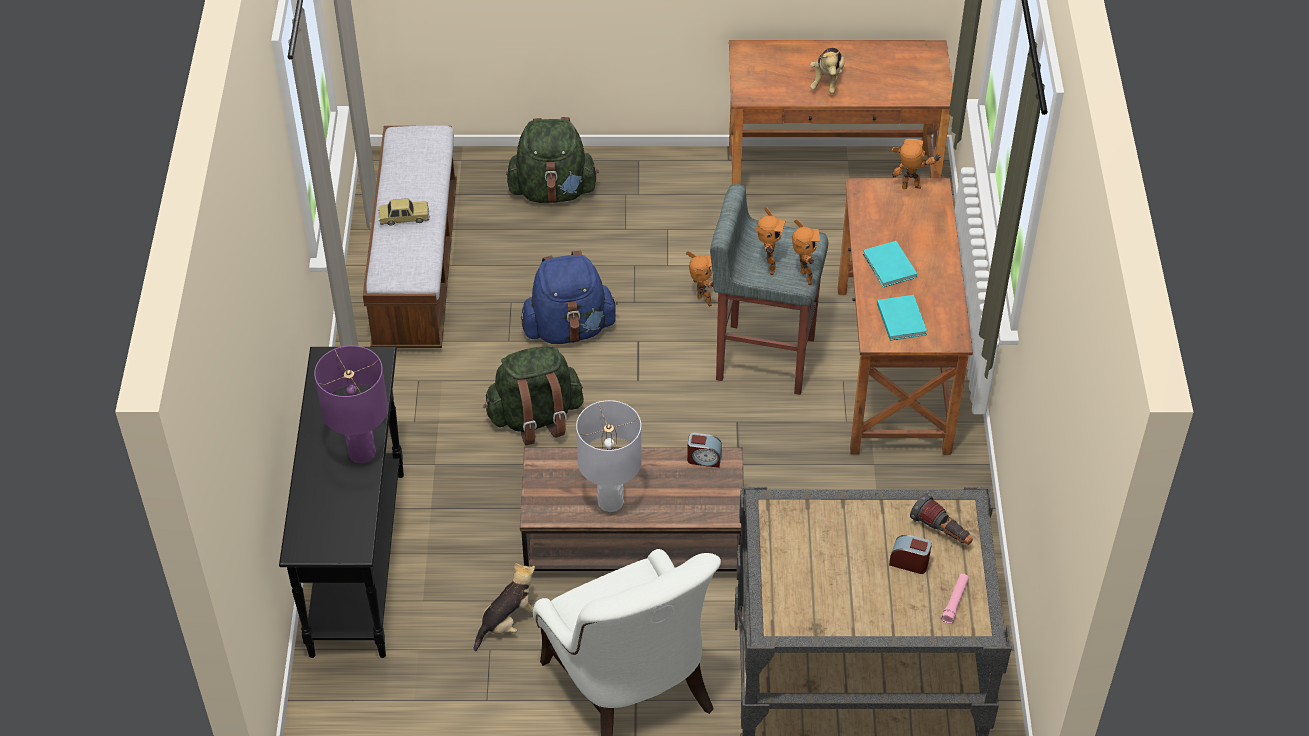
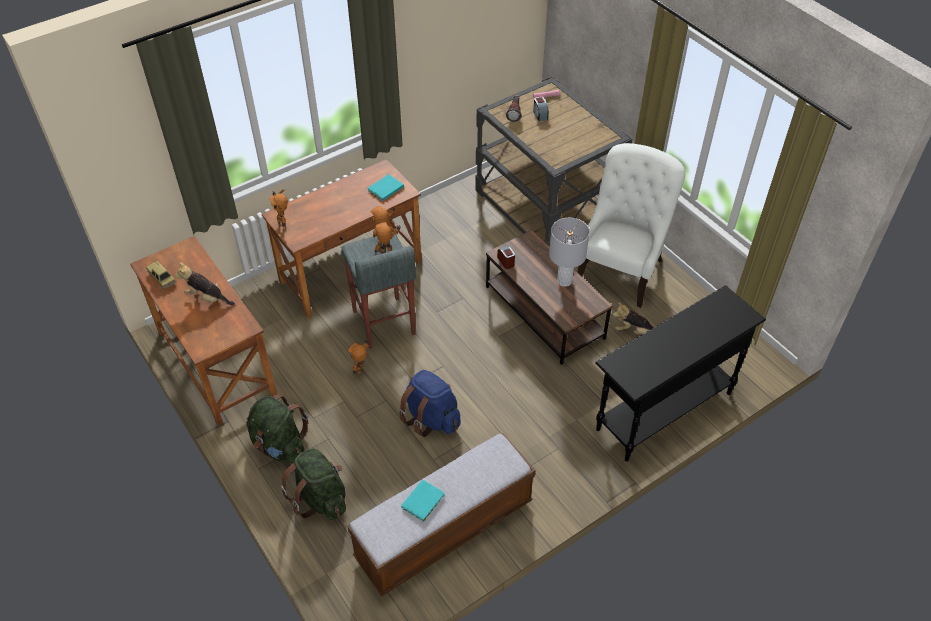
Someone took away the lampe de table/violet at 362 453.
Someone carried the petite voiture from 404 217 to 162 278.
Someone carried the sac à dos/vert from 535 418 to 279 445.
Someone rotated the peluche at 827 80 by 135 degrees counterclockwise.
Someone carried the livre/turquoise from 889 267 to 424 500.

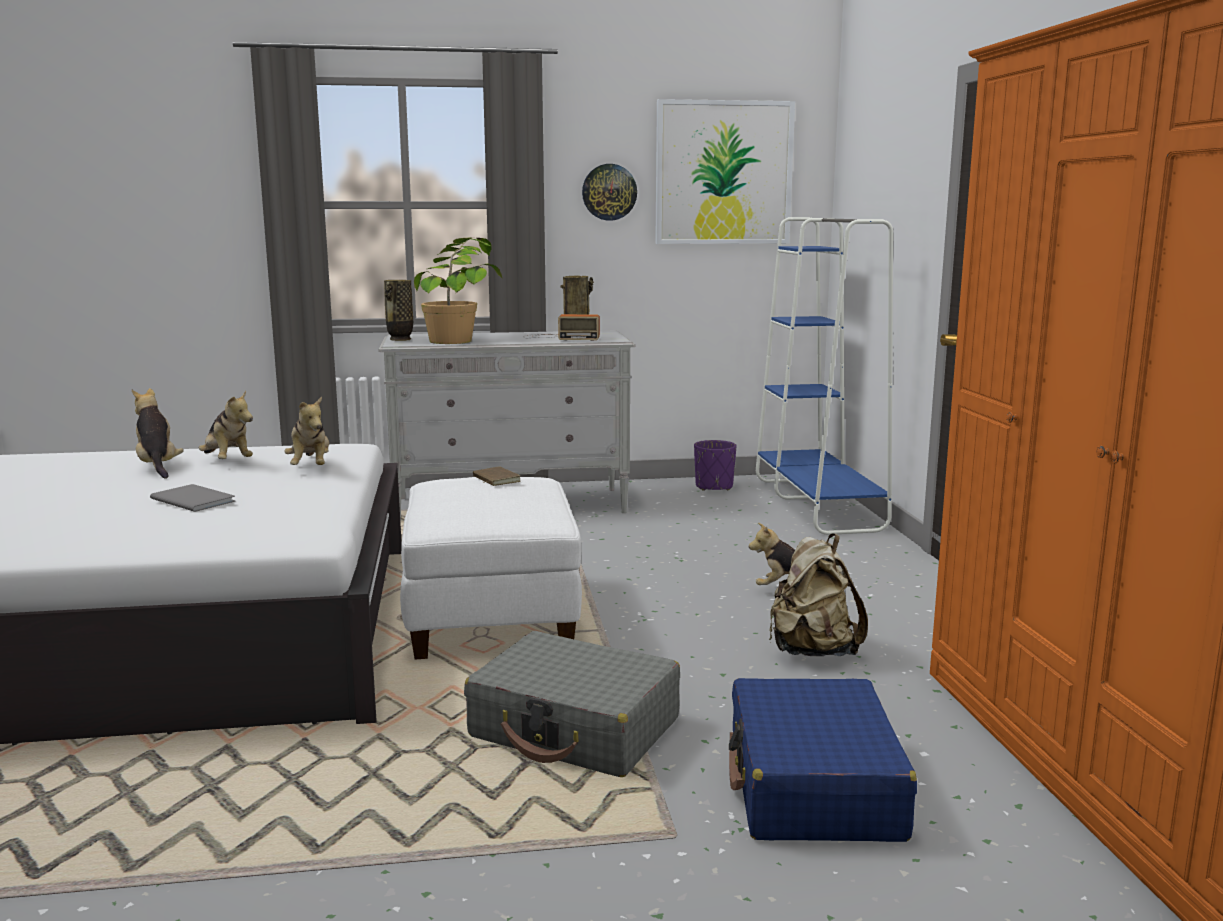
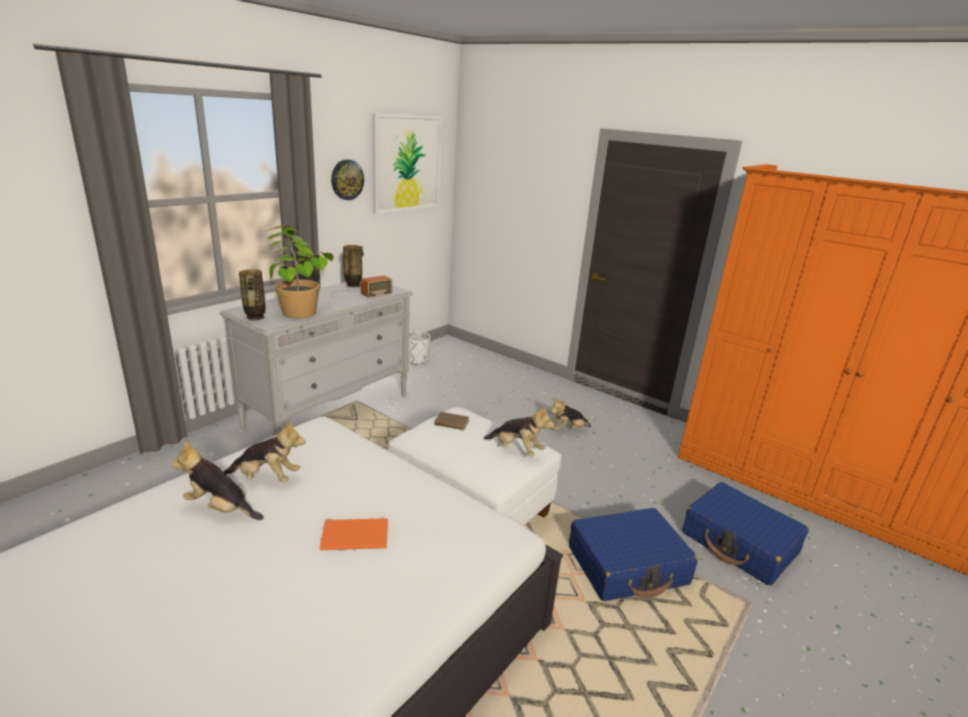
Someone repainted the livre/gris at 194 499, which became the livre/orange at 353 534.
Someone carried the peluche from 311 467 to 516 450.
Someone repainted the valise/gris at 575 728, which became the valise/bleu at 628 566.
Someone repainted the cache-pot/violet at 714 487, which became the cache-pot/blanc at 417 360.
Someone took away the portant/bleu at 817 505.
Someone took away the sac à dos/beige at 812 651.

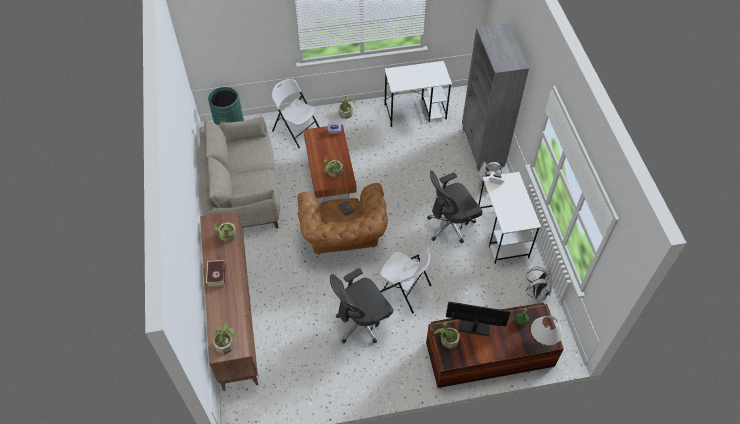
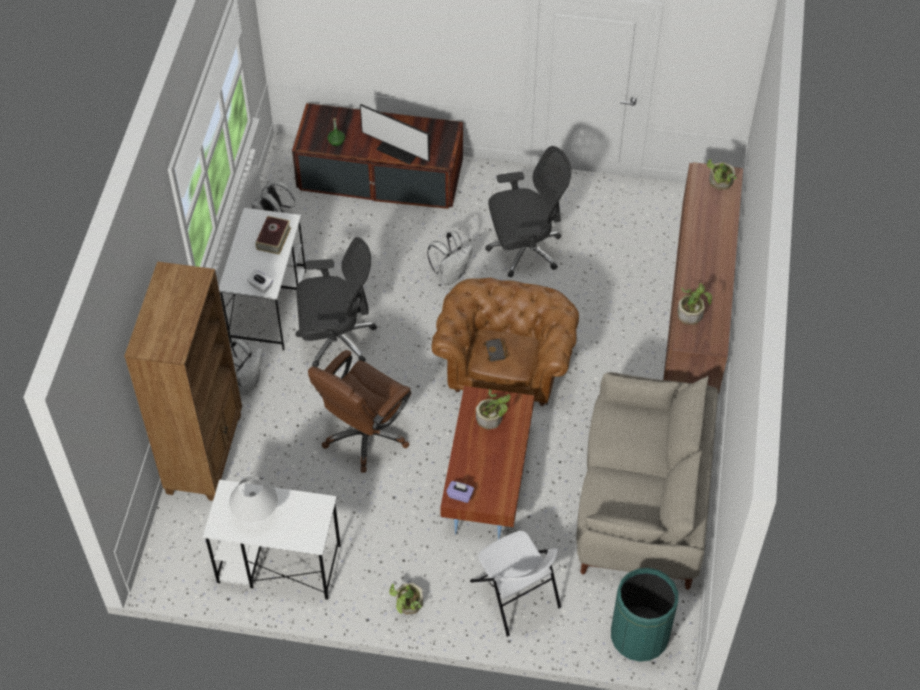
Someone carried the livre from 216 275 to 273 238.
Someone swapped the chaise/blanc at 403 289 for the sac à dos/blanc at 450 275.
Someone took away the plante en pot at 447 340.
Someone repainted the bibliothèque/gris at 482 147, which became the bibliothèque/marron at 205 453.
Someone carried the lampe de table/blanc from 543 338 to 256 513.
Someone put down the chaise de bureau/marron at 366 435.

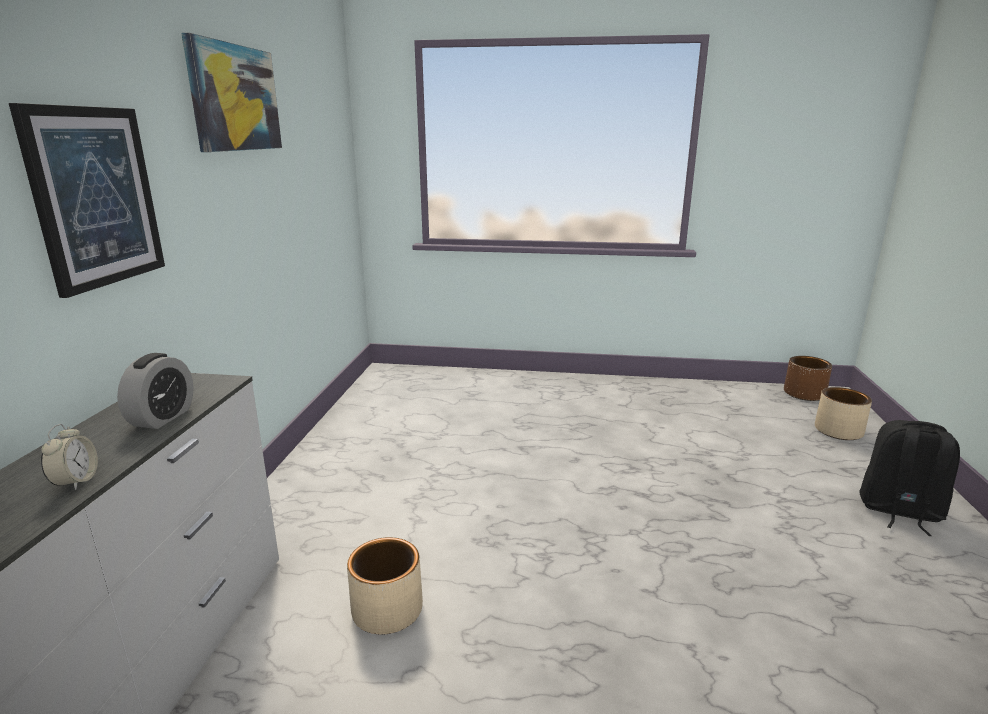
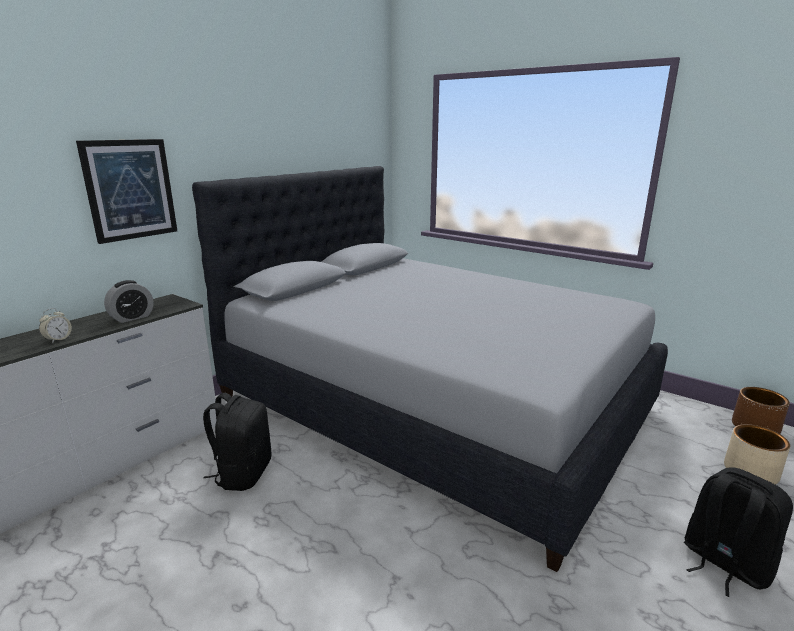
Someone took away the tableau at 235 98.
Someone swapped the cache-pot/beige at 386 609 for the sac à dos/noir at 243 473.
Someone put down the lit/gris at 432 402.

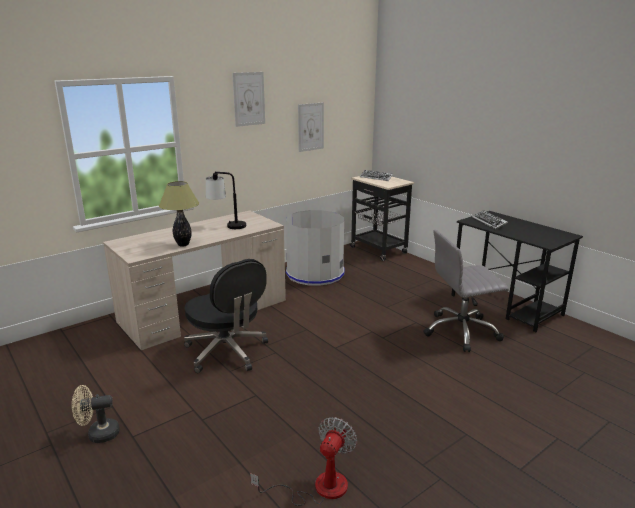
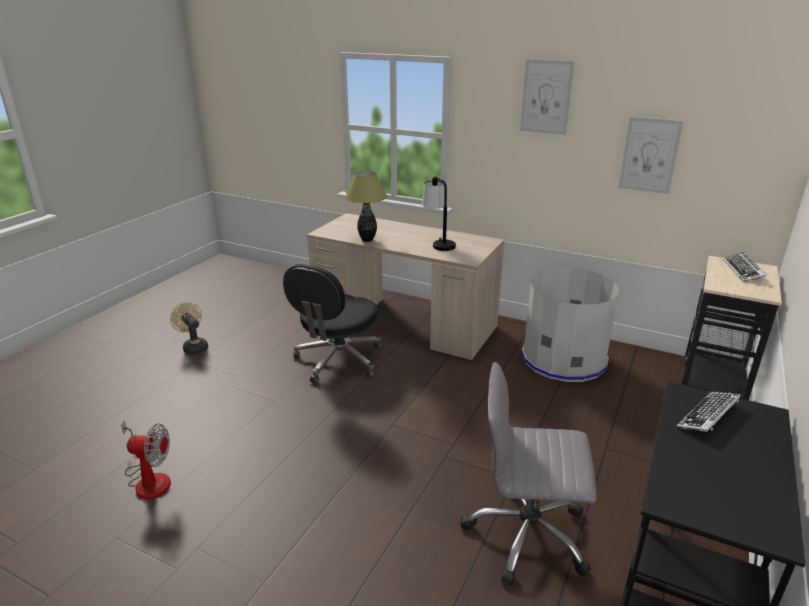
Someone rotated the chaise de bureau/gris at 461 332 by 45 degrees counterclockwise.

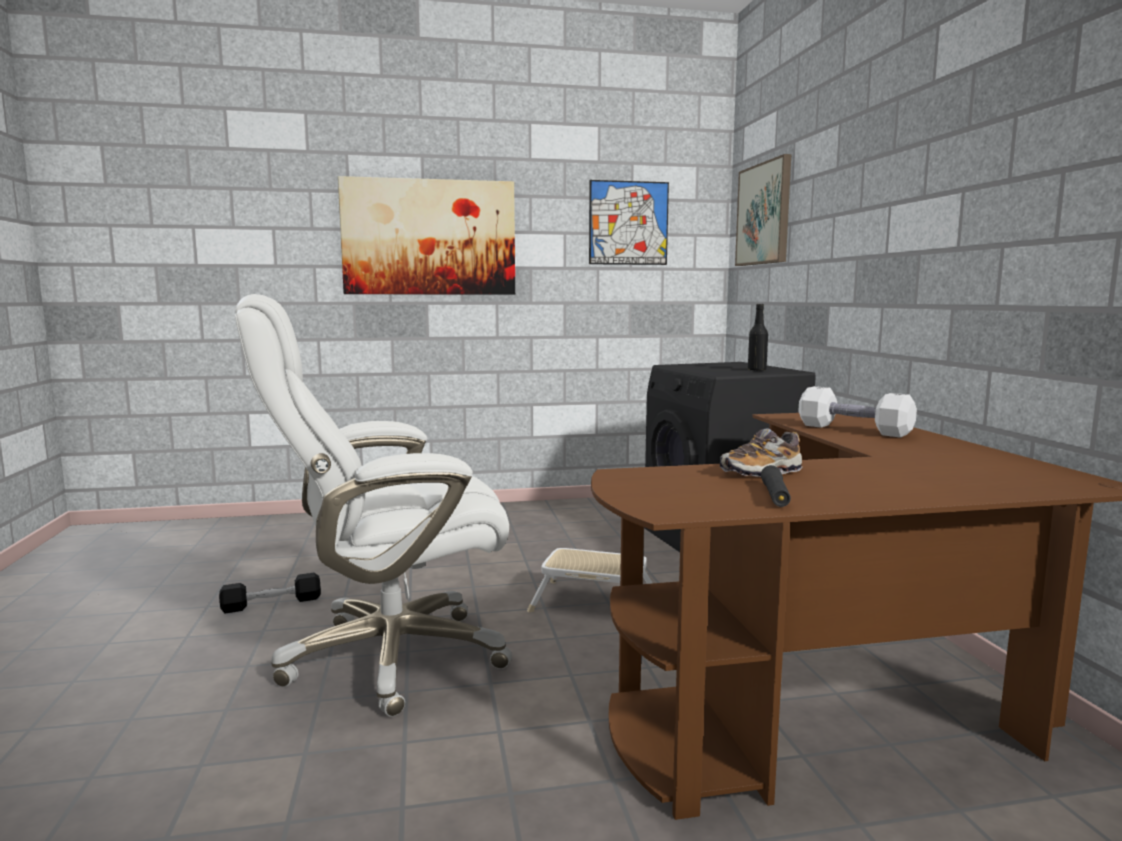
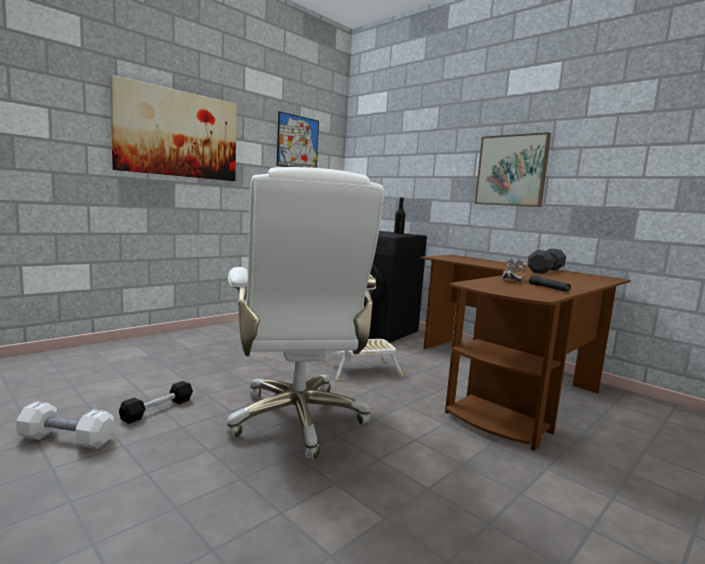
Someone rotated the chaise de bureau/blanc at 385 659 by 45 degrees counterclockwise.
Someone carried the tableau from 764 214 to 511 170.
Someone carried the haltère/blanc from 853 430 to 66 440.
Someone put down the haltère/noir at 545 271.

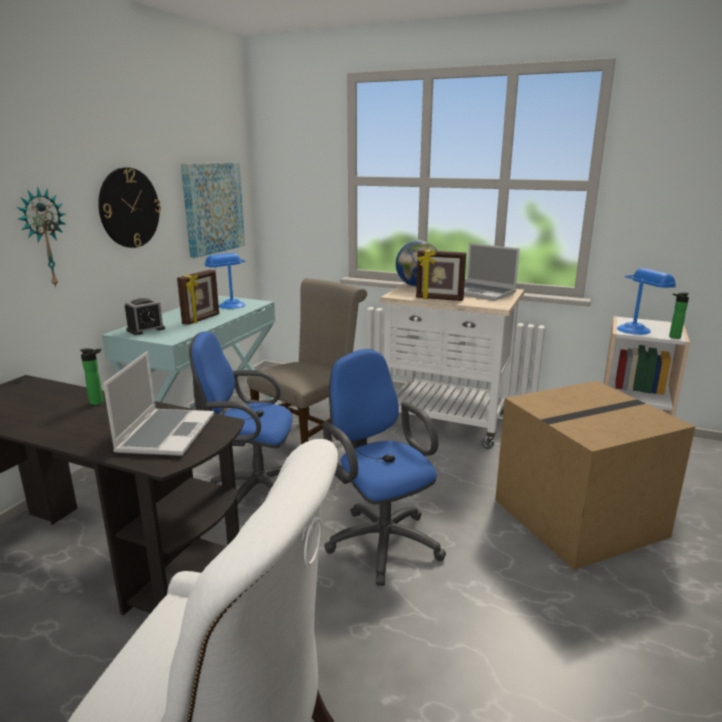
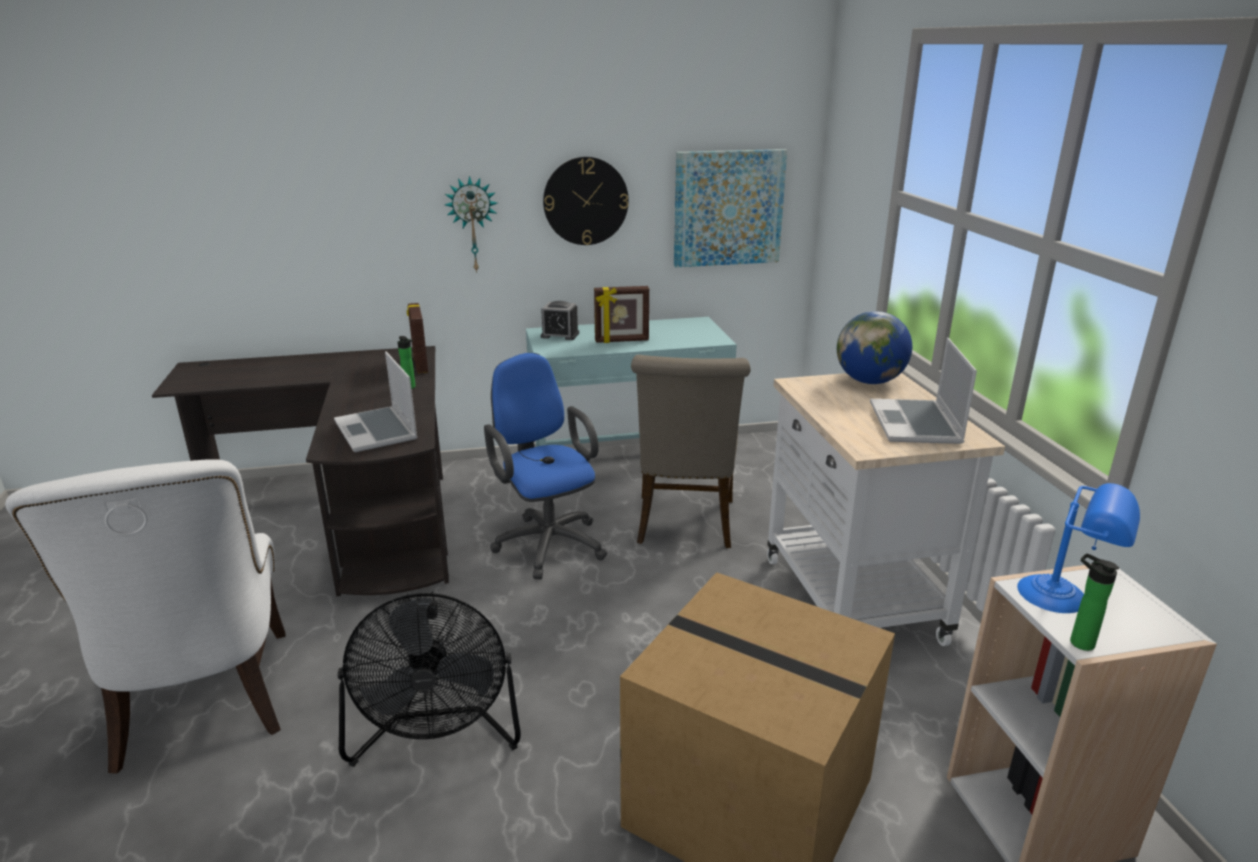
Someone rotated the ordinateur portable at 166 433 by 90 degrees clockwise.
Someone took away the lampe de table/bleu at 228 304.
Someone rotated the chaise/beige at 310 437 by 90 degrees clockwise.
Someone took away the chaise de bureau/bleu at 380 540.
Someone carried the cadre photo from 439 299 to 420 364.
Someone put down the ventilateur/noir at 430 732.

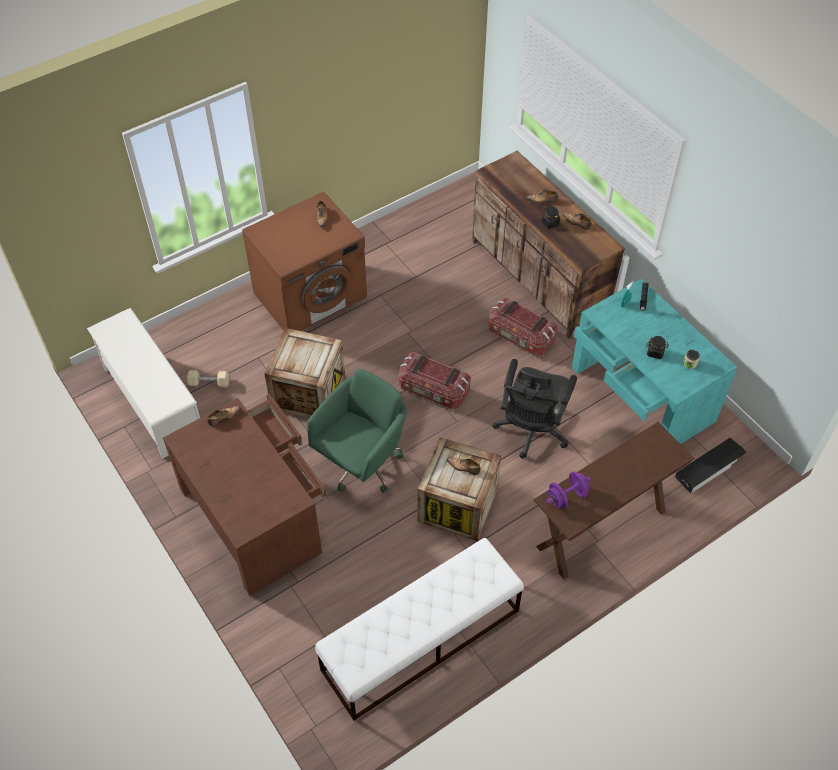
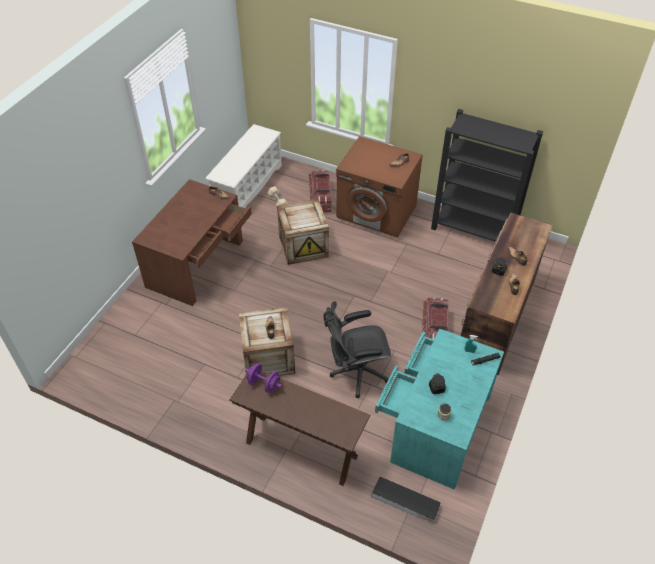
Someone took away the chaise de bureau/vert at 362 468.
Someone took away the banc/blanc at 420 640.
Someone carried the boîte de rangement from 433 390 to 320 199.
Someone put down the bibliothèque/noir at 473 229.

